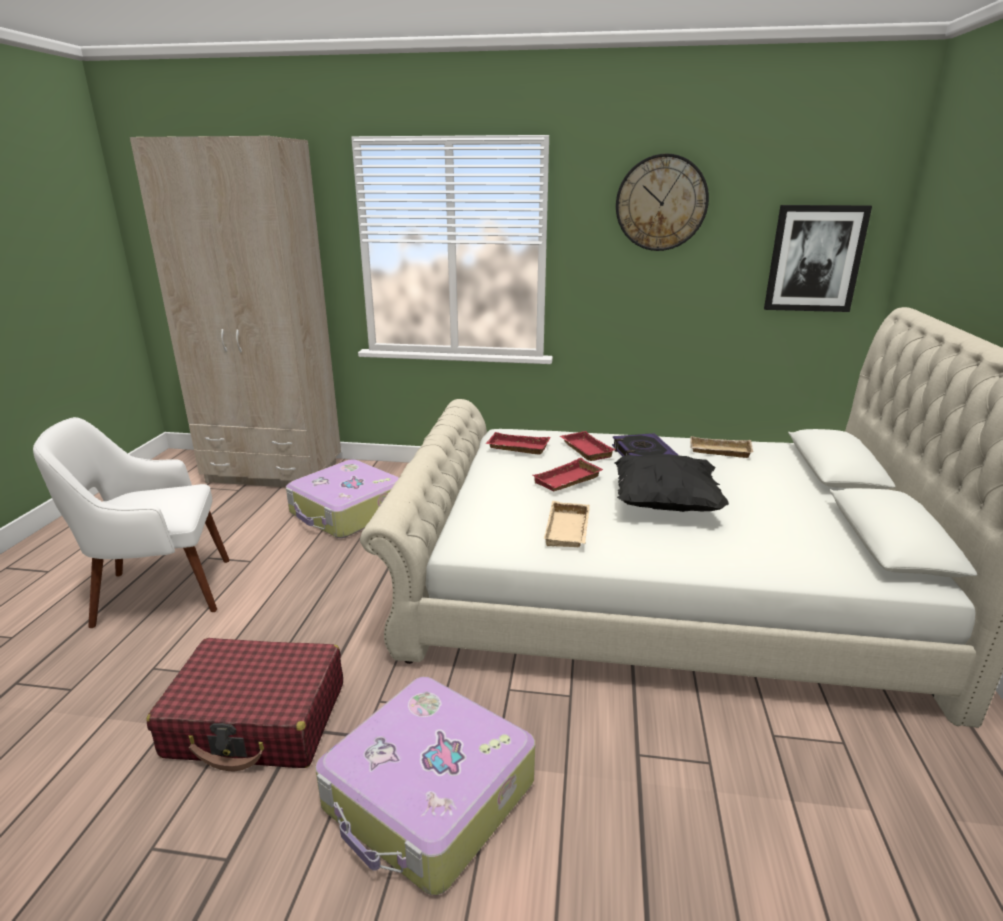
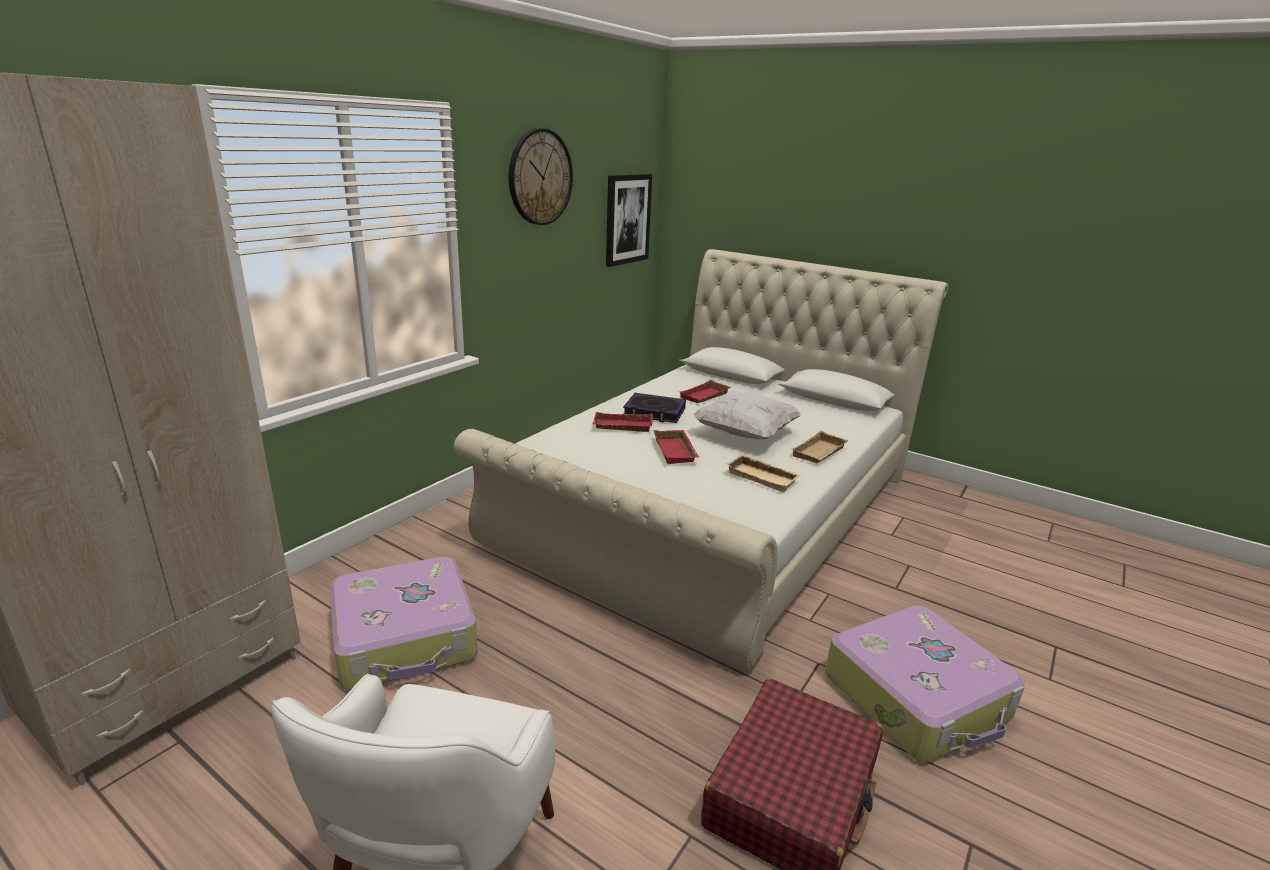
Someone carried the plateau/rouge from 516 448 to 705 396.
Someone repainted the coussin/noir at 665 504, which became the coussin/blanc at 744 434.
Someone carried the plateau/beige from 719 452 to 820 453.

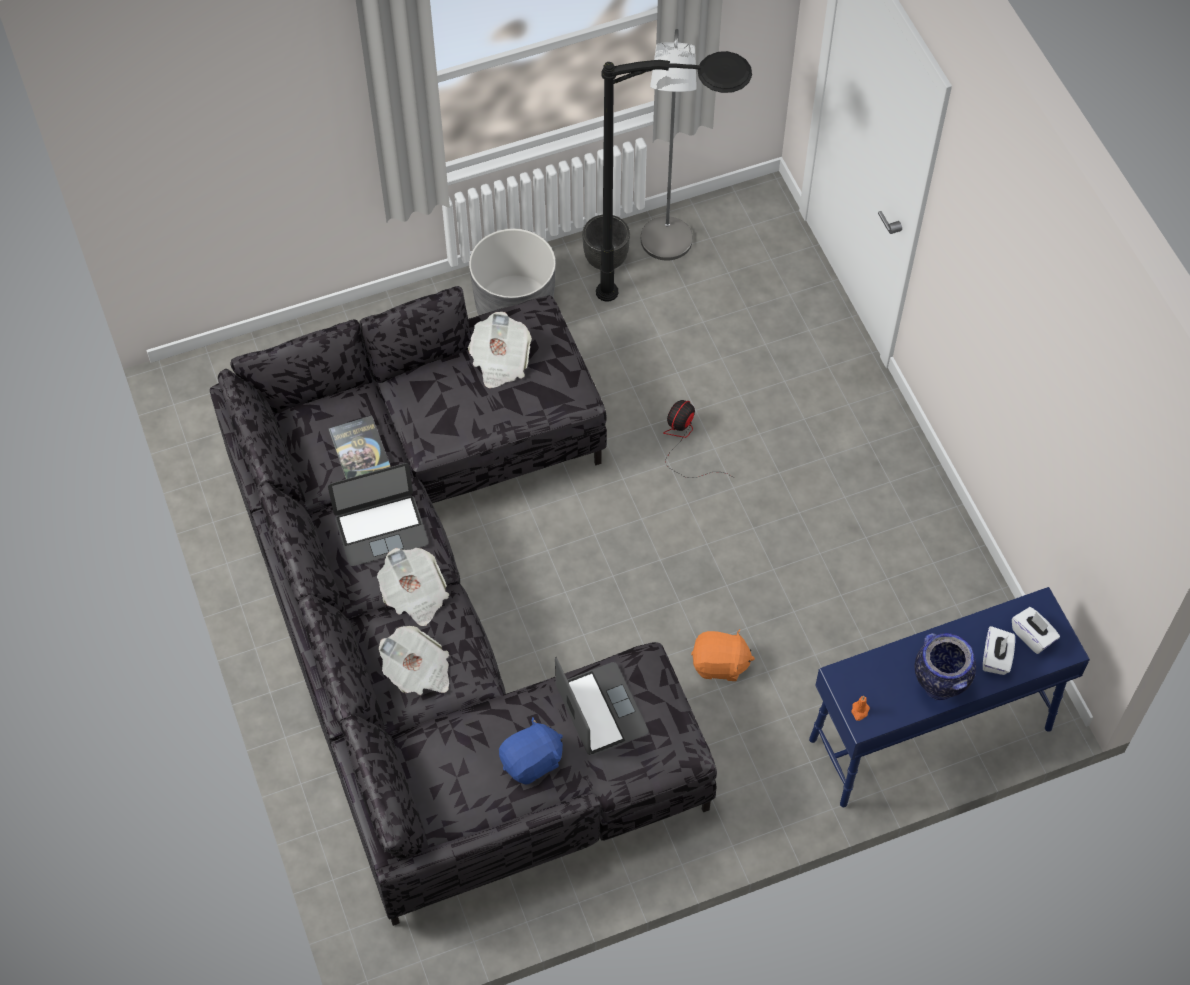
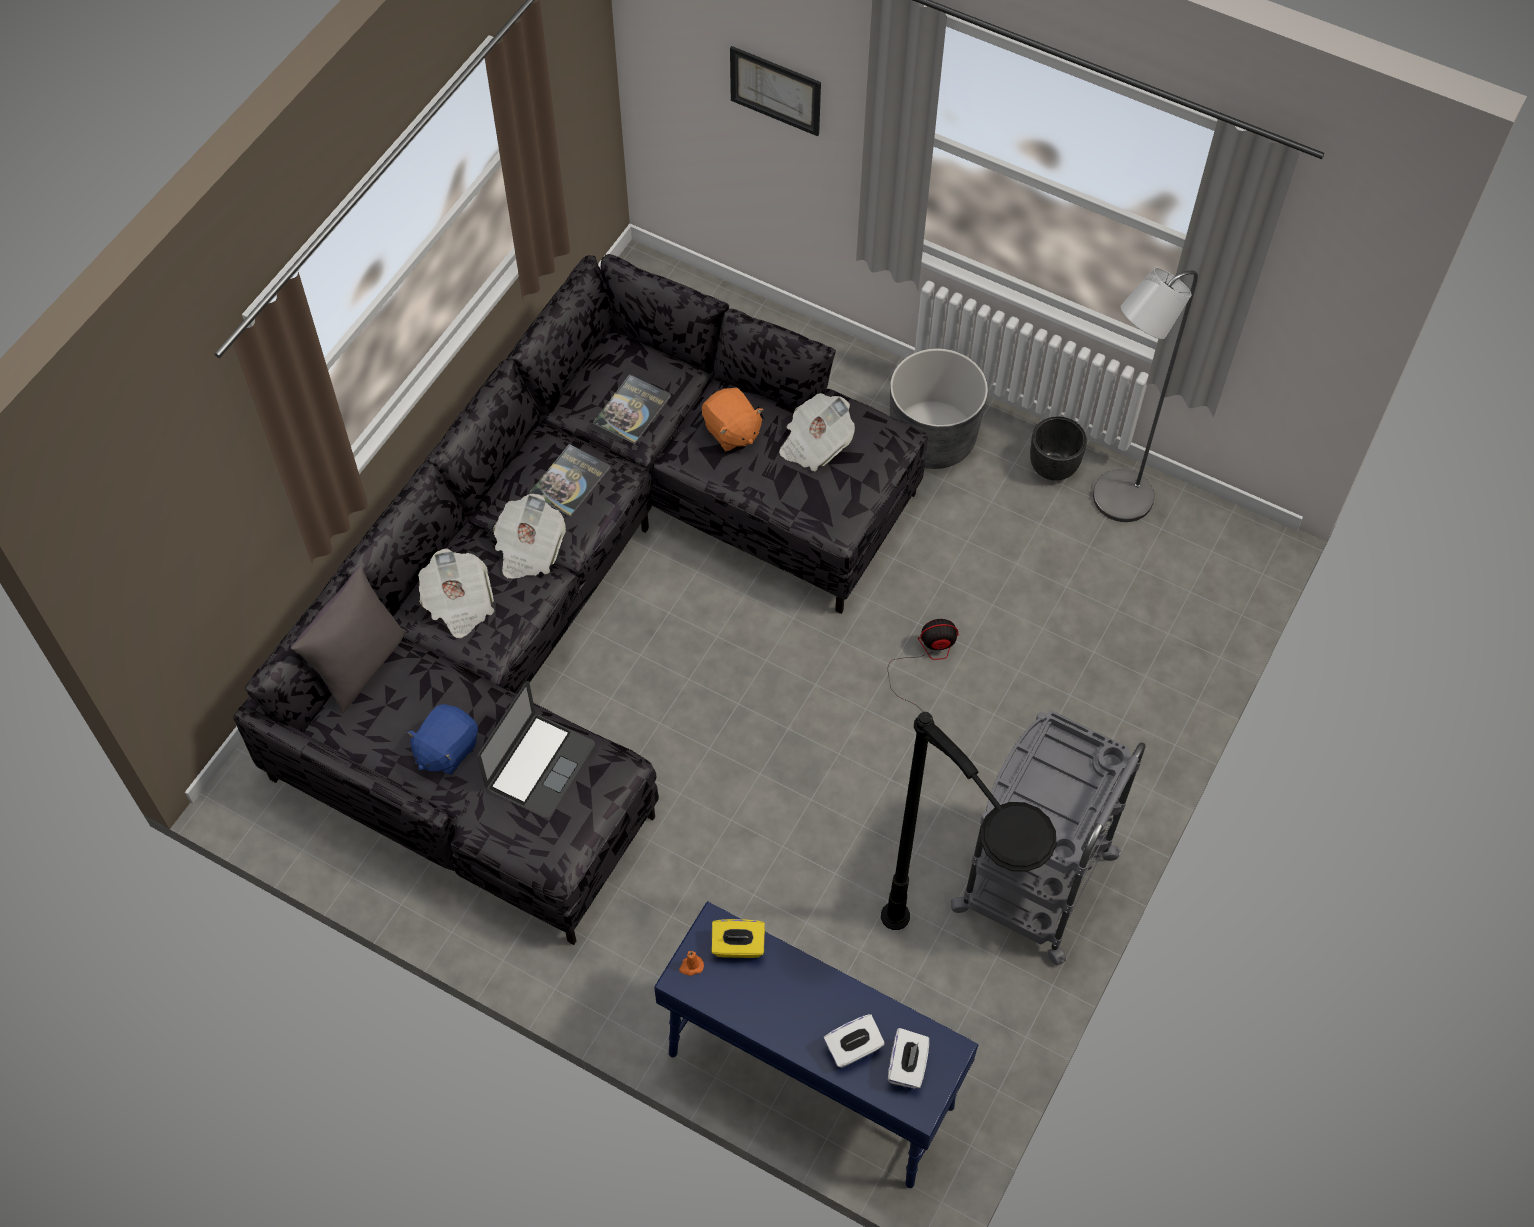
Someone swapped the ordinateur portable at 381 529 for the livre at 570 481.
Someone rotated the peluche/bleu at 532 761 by 105 degrees clockwise.
Someone carried the lampadaire/noir from 678 301 to 947 992.
Someone carried the peluche/orange from 720 664 to 731 431.
Someone took away the vase at 938 686.
Someone put down the coussin/gris at 360 666.
Someone put down the boîte à mouchoirs/jaune at 738 946.
Someone put up the tableau at 775 90.
Someone put down the chariot/gris at 1033 881.

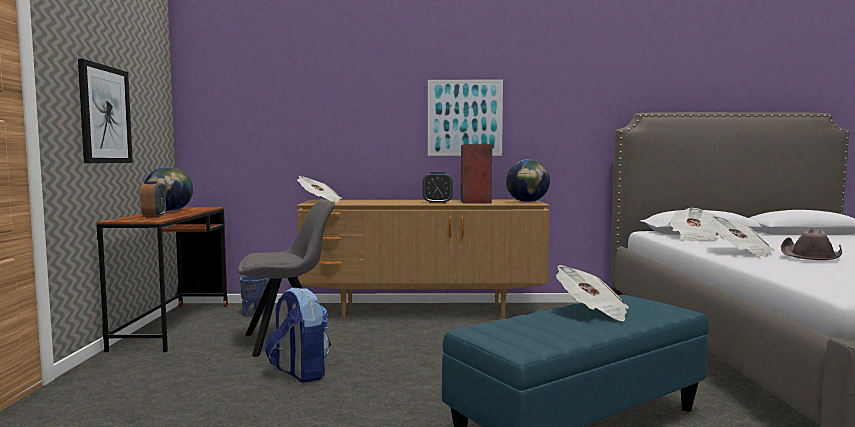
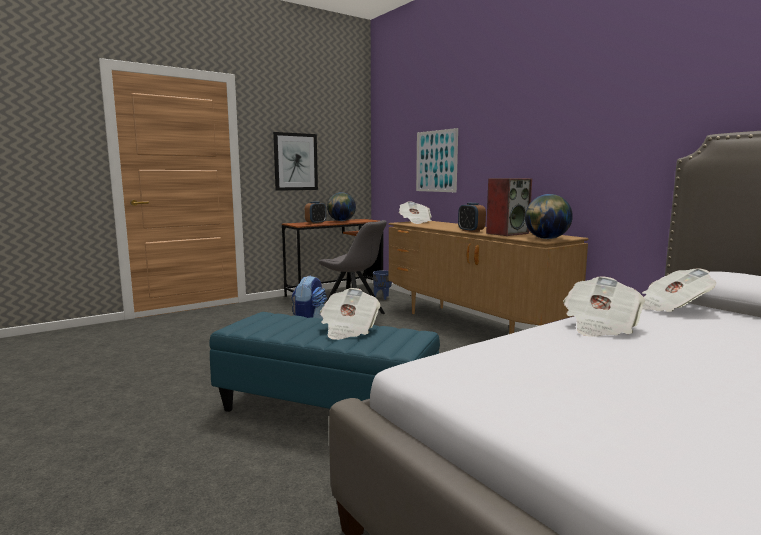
Someone carried the tableau from 465 118 to 436 161.
Someone took away the chapeau/marron at 811 255.

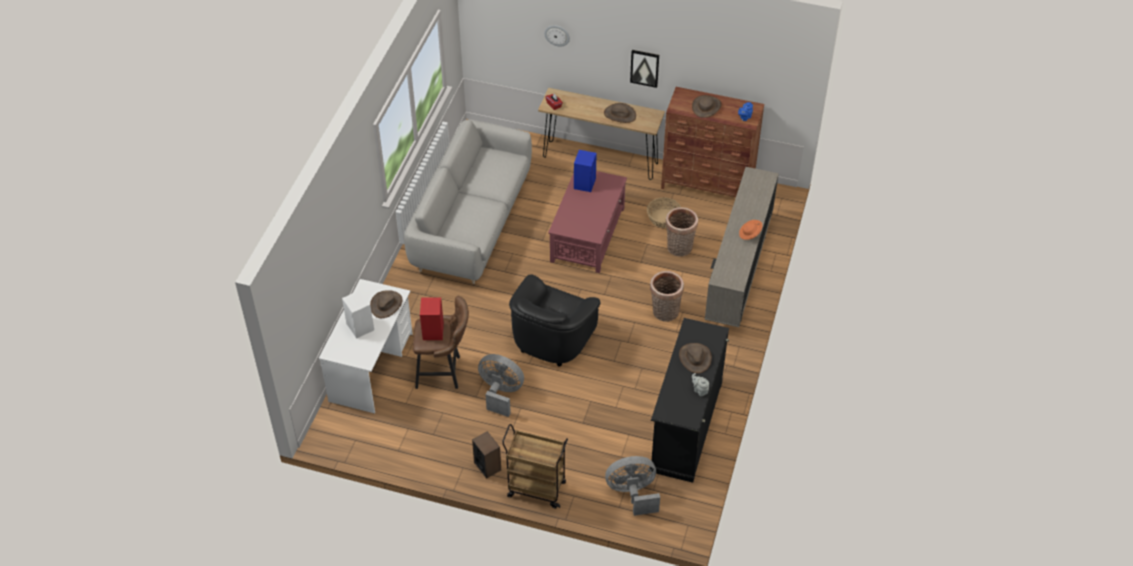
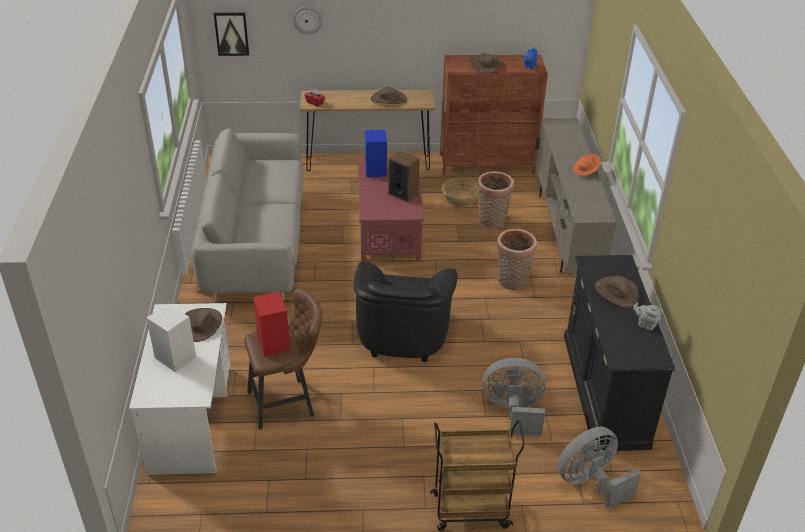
Someone carried the enceinte from 487 466 to 403 194.
Someone carried the ventilateur/gris from 500 393 to 513 411.
Someone carried the tableau from 644 68 to 231 33.

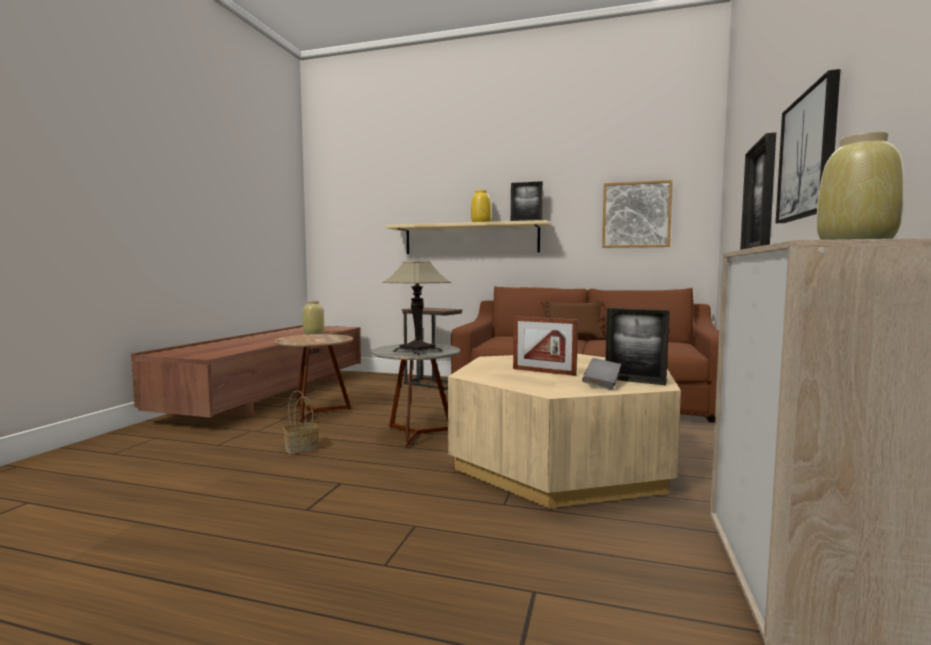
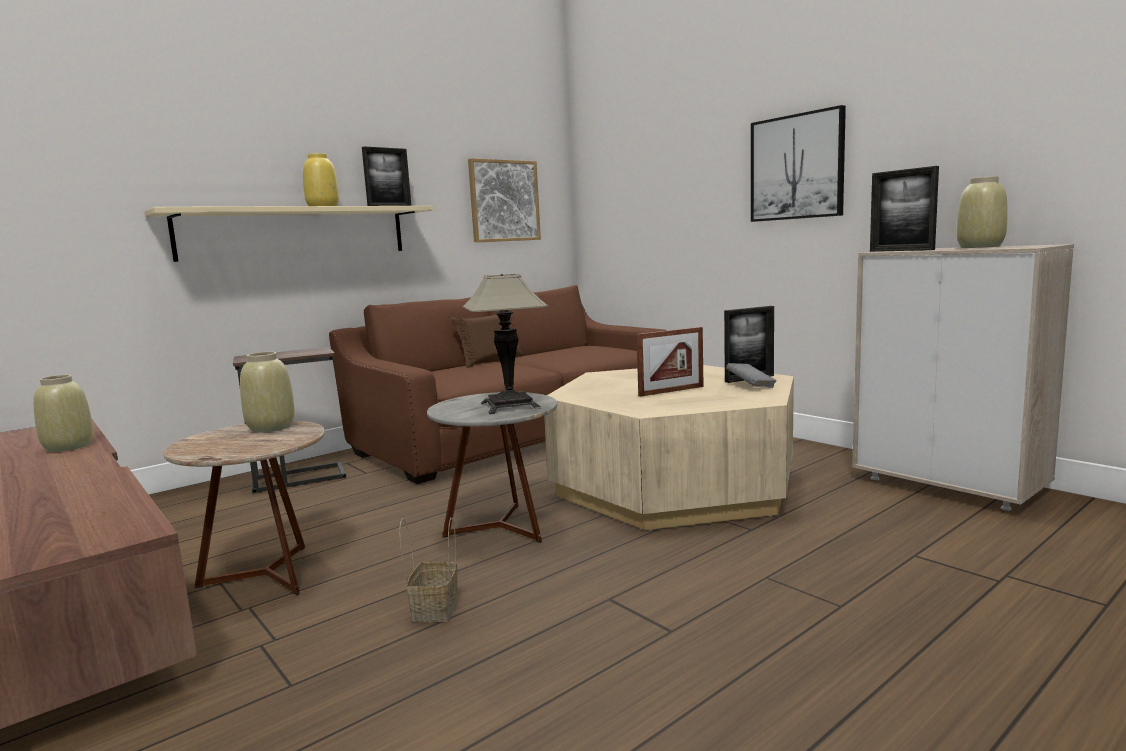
Someone put down the vase/beige at 270 427.

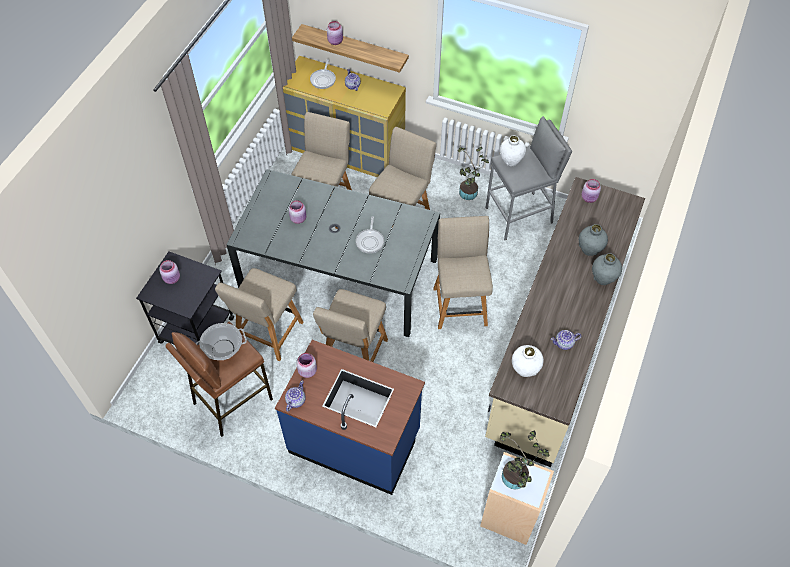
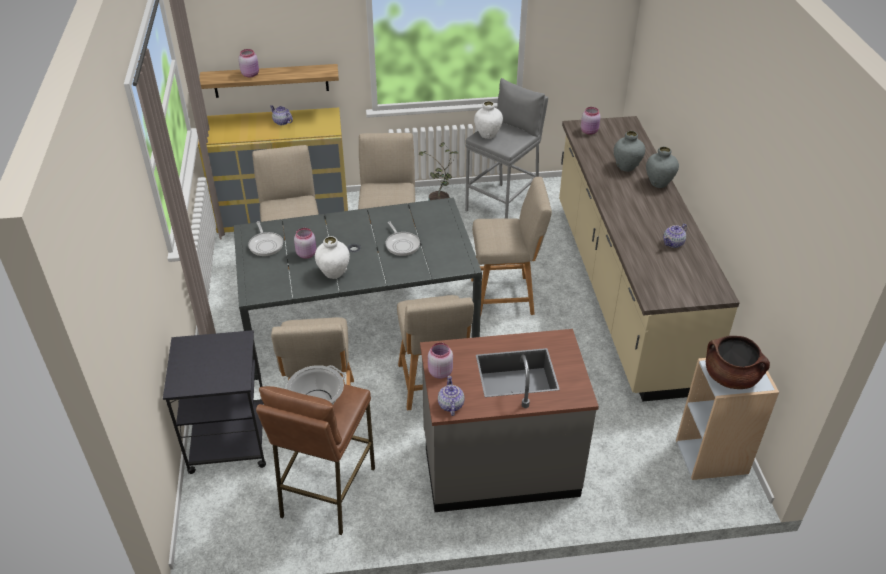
Someone took away the bocal/rose at 172 278.
Someone repainted the comptoir de cuisine/bleu at 355 441, which became the comptoir de cuisine/gris at 499 465.
Someone carried the poêle from 323 79 to 266 244.
Someone rotated the chaise/beige at 459 303 by 120 degrees clockwise.
Someone swapped the plante en pot at 514 480 for the marmite/marron at 731 377.
Someone carried the vase/blanc from 525 369 to 334 273.

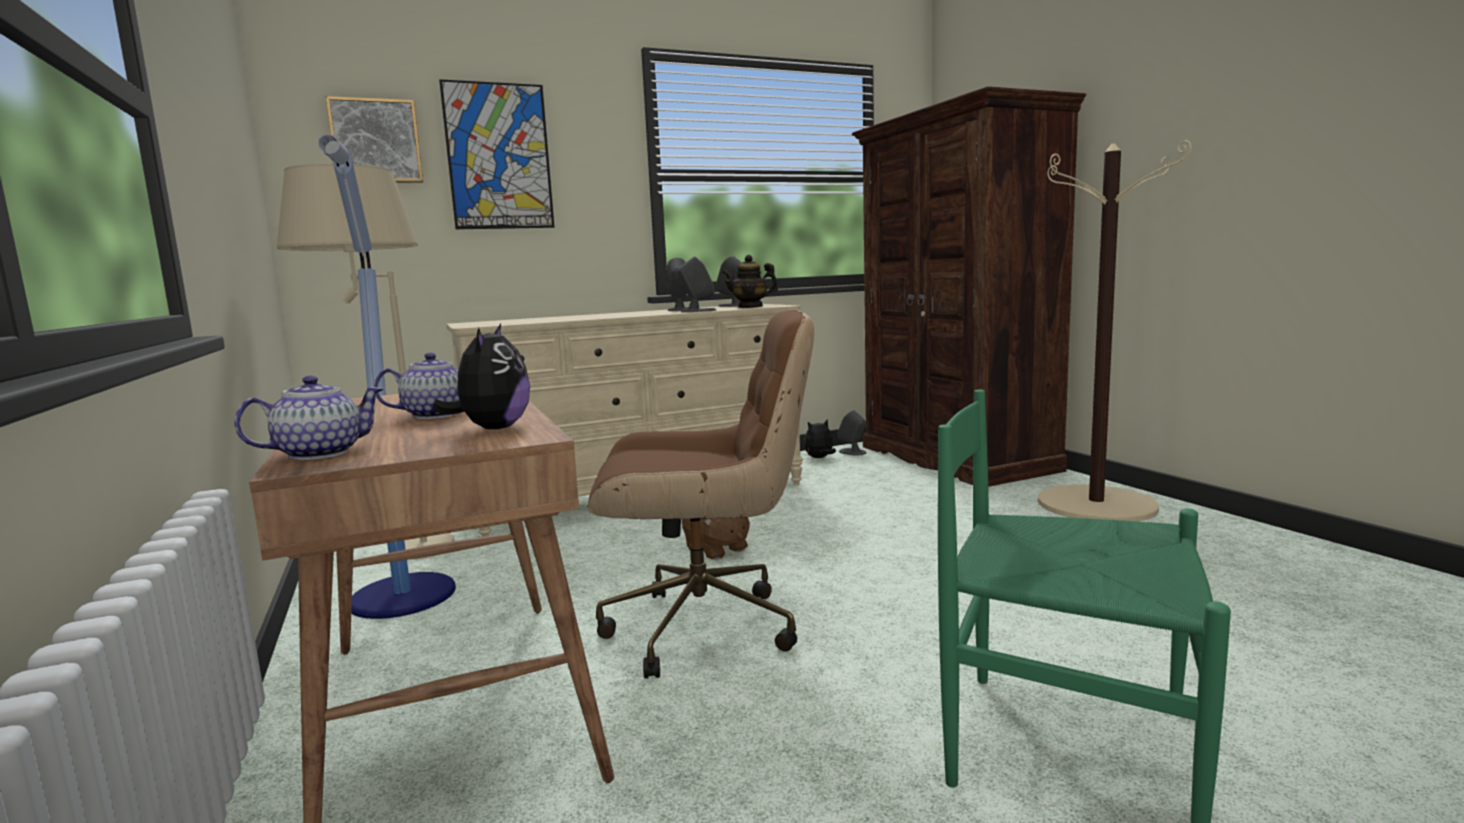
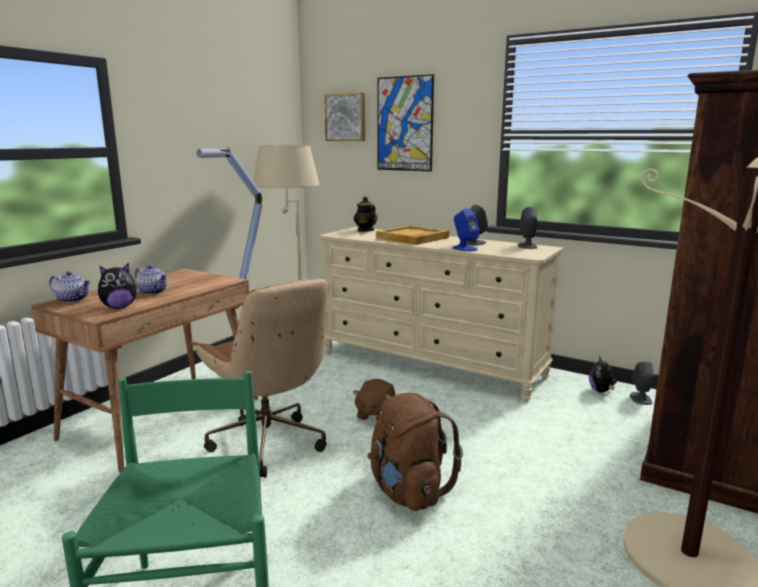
Someone repainted the enceinte/gris at 698 311, which became the enceinte/bleu at 464 248.
Someone carried the théière from 750 307 to 365 230.
Someone rotated the peluche at 819 458 by 120 degrees counterclockwise.
Someone put down the sac à dos/marron at 408 491.
Someone put down the plateau/beige at 412 238.

